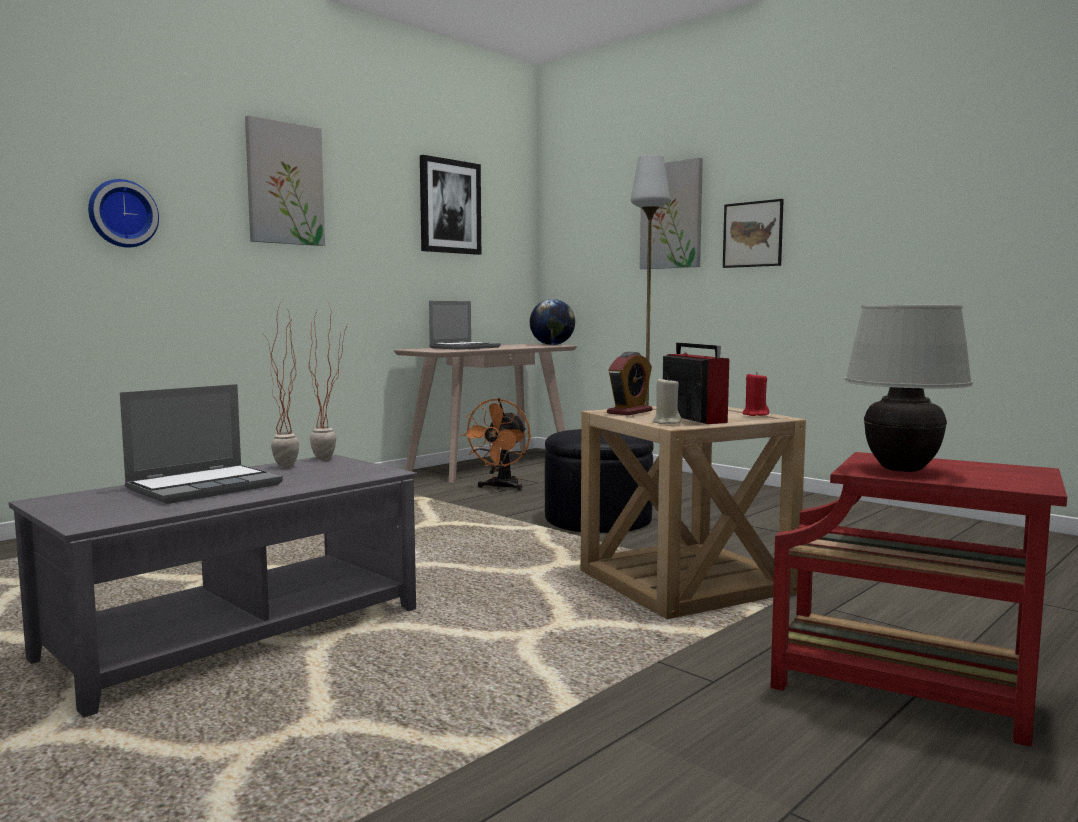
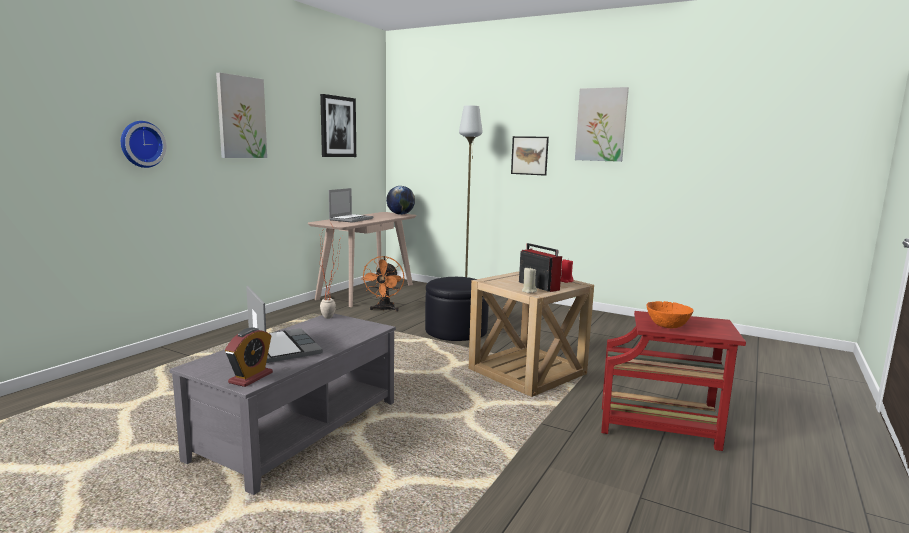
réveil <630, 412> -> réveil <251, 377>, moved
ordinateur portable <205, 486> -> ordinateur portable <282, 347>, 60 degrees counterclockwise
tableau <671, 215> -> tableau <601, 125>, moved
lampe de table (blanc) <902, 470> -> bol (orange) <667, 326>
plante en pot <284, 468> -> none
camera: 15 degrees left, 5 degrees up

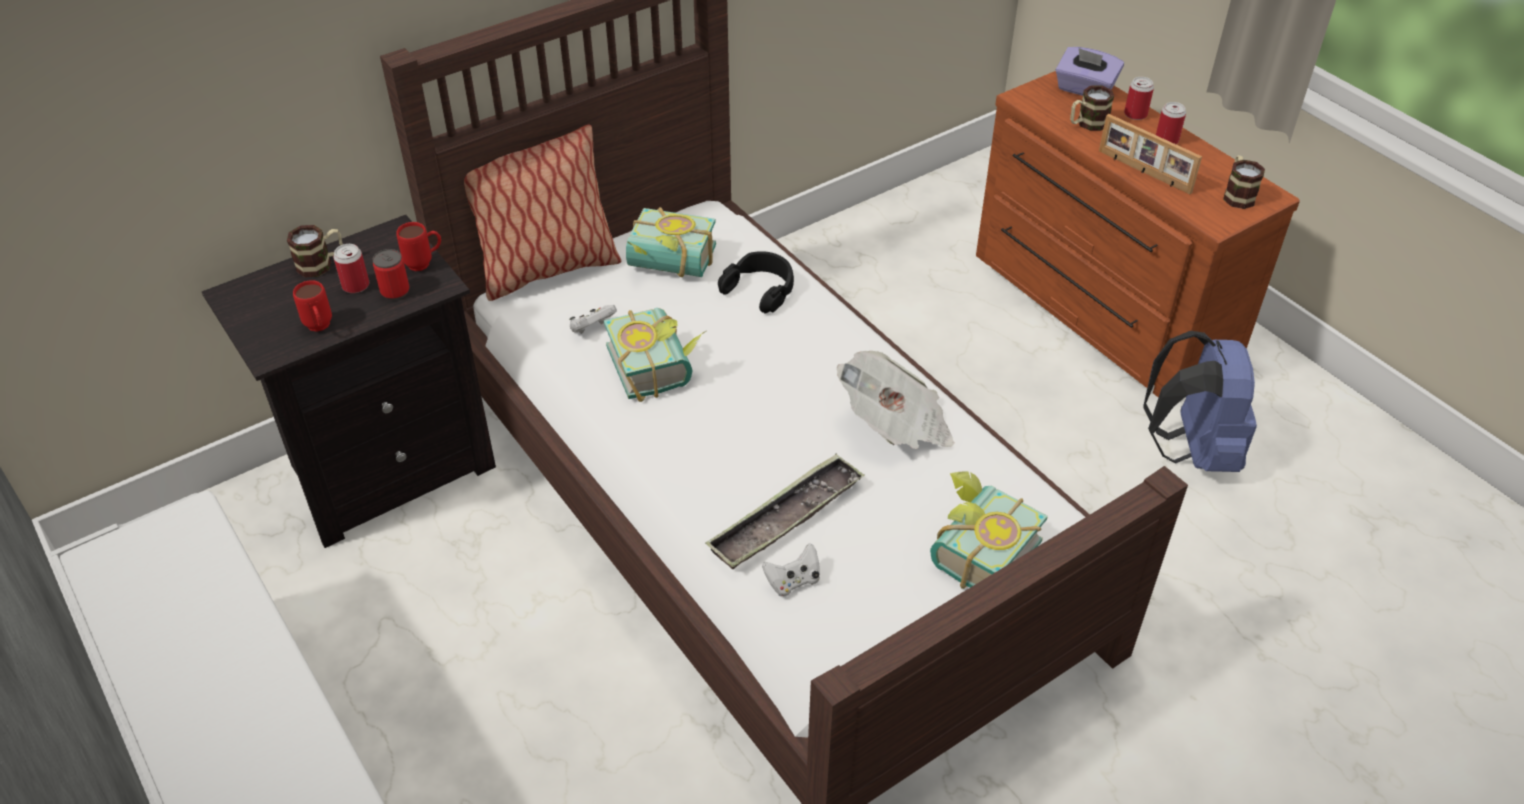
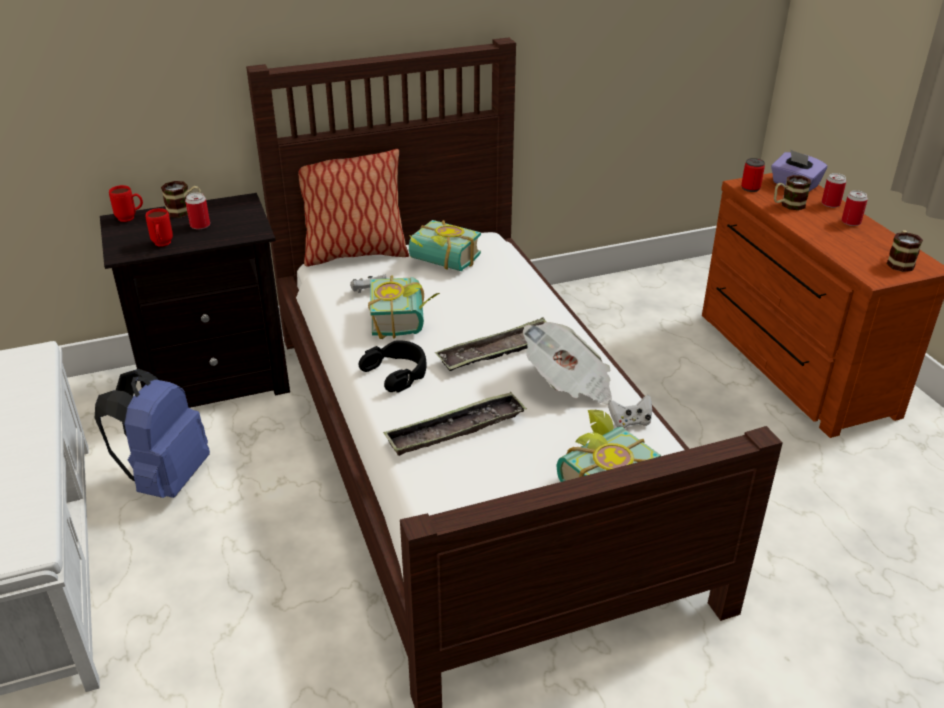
sac à dos (bleu) <1191, 450> -> sac à dos (bleu) <166, 479>, moved
mug (rouge) <425, 263> -> mug (rouge) <130, 218>, moved
casque audio (noir) <760, 289> -> casque audio (noir) <397, 372>, moved
none -> plateau <498, 351>
manette (blanc) <793, 581> -> manette (blanc) <630, 422>, moved
boîte métallique <395, 291> -> boîte métallique <750, 188>, moved
cadre photo <1143, 172> -> none
camera: 15 degrees right, 10 degrees down

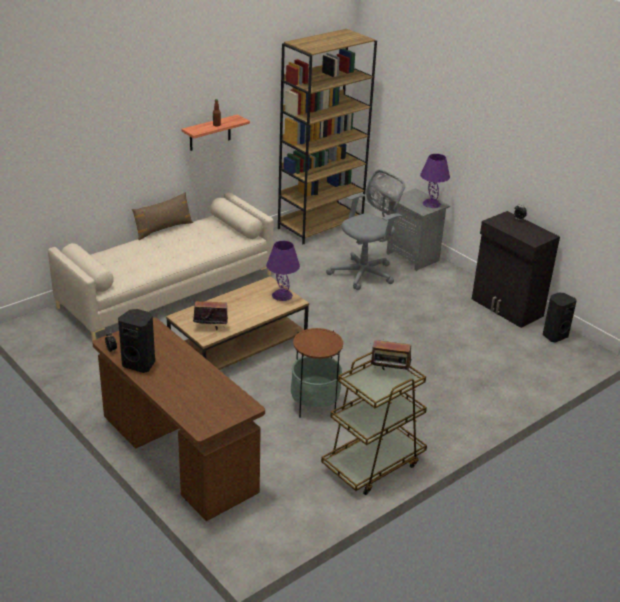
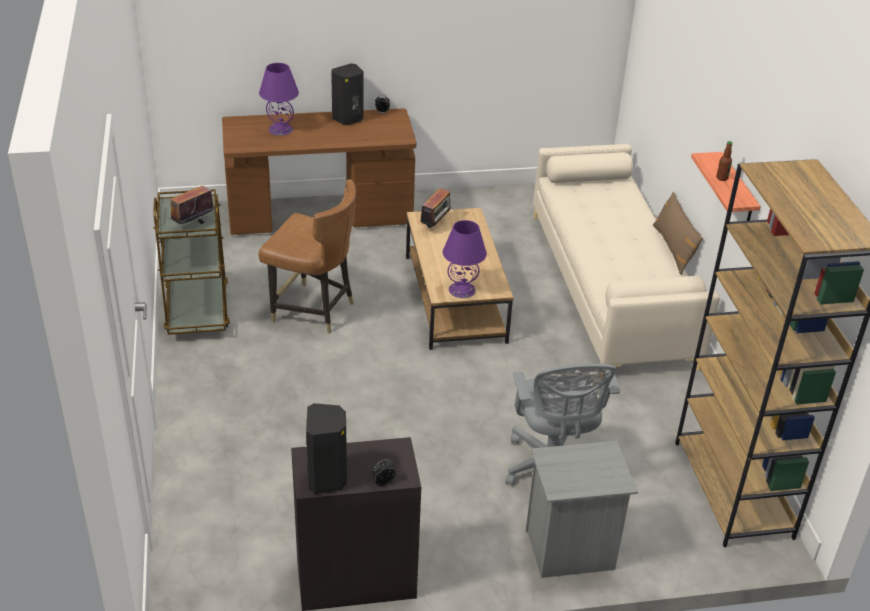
table d'appoint <314, 405> -> chaise (marron) <313, 310>
lampe de table (violet) <432, 204> -> lampe de table (violet) <280, 129>, moved
enceinte (noir) <554, 335> -> enceinte (noir) <328, 478>, moved
camera: 120 degrees right, 5 degrees up

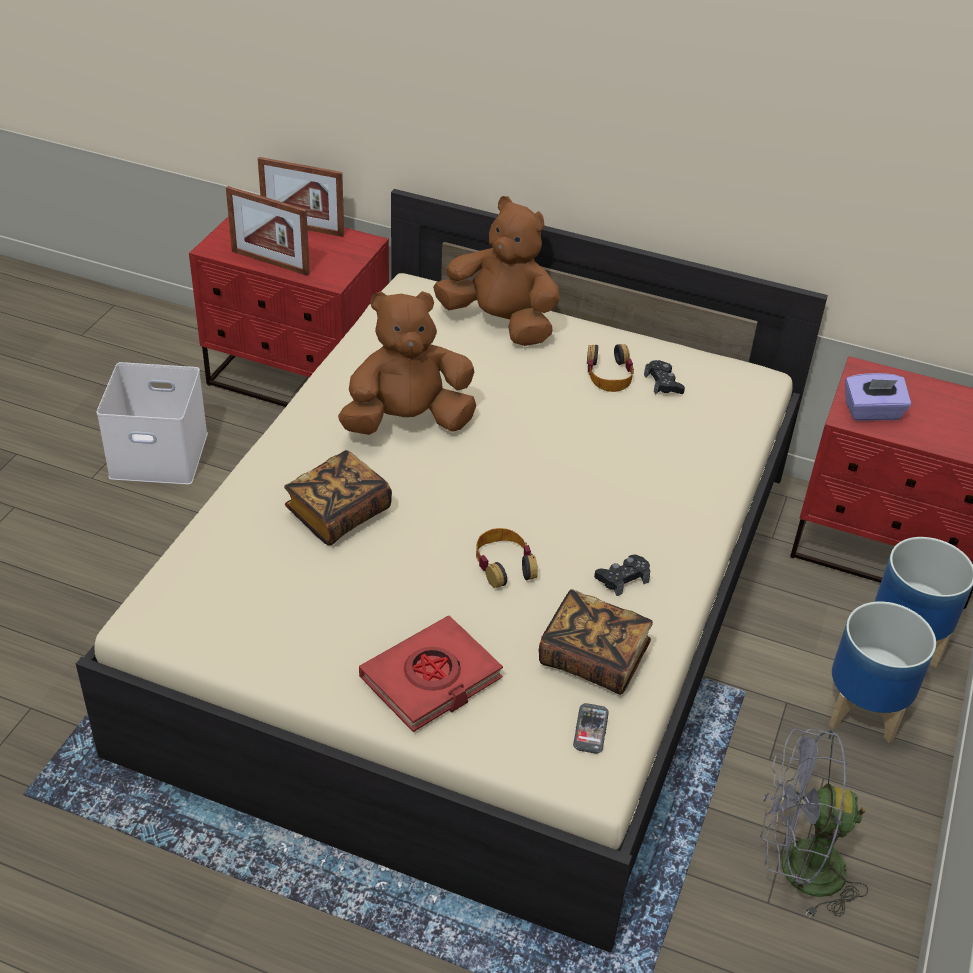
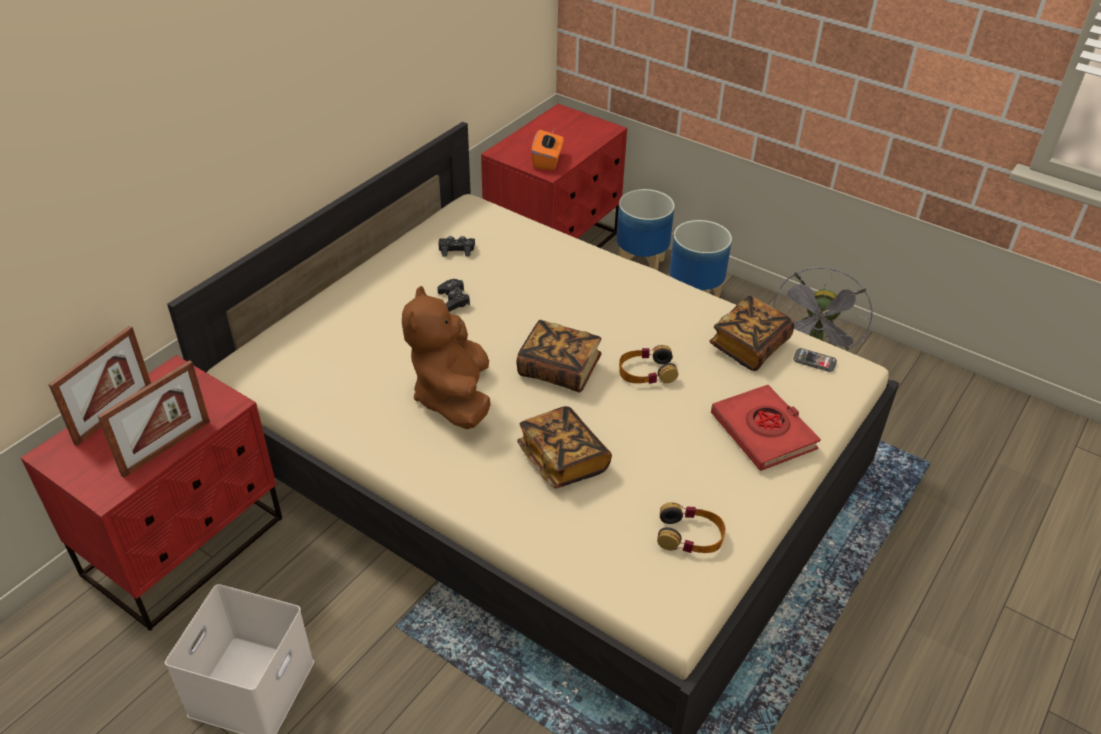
manette (noir) <622, 578> -> manette (noir) <453, 300>, moved
none -> livre <559, 370>
boîte à mouchoirs (violet) <872, 412> -> boîte à mouchoirs (orange) <547, 161>
casque audio <609, 374> -> casque audio <690, 536>, moved
peluche (marron) <500, 323> -> none
camera: 75 degrees left, 0 degrees up

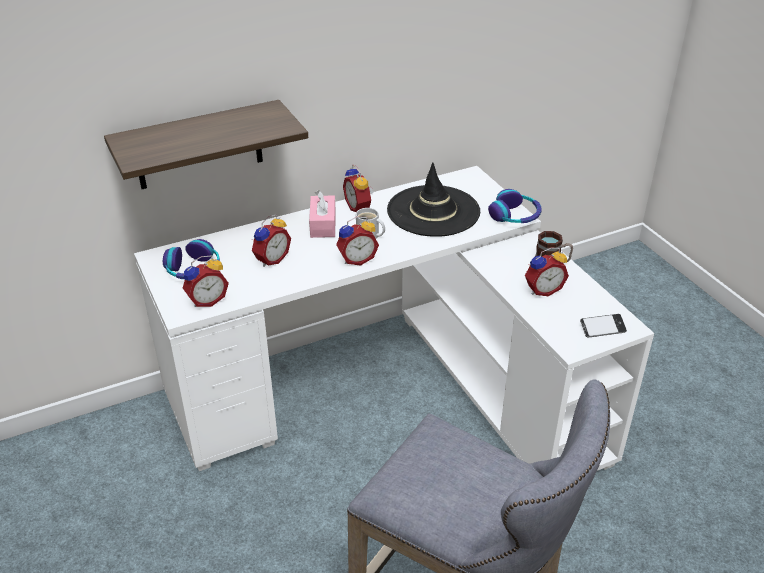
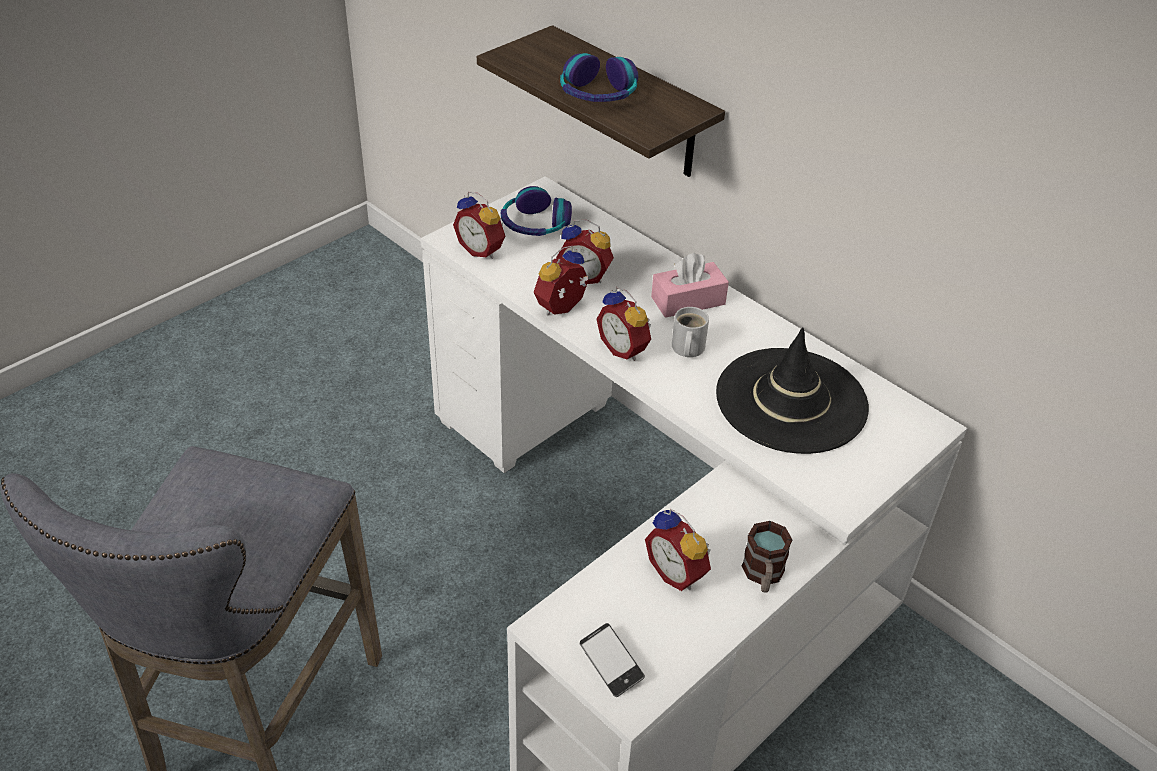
réveil <359, 208> -> réveil <563, 309>, moved
casque audio <515, 216> -> casque audio <598, 94>, moved
camera: 70 degrees right, 5 degrees up

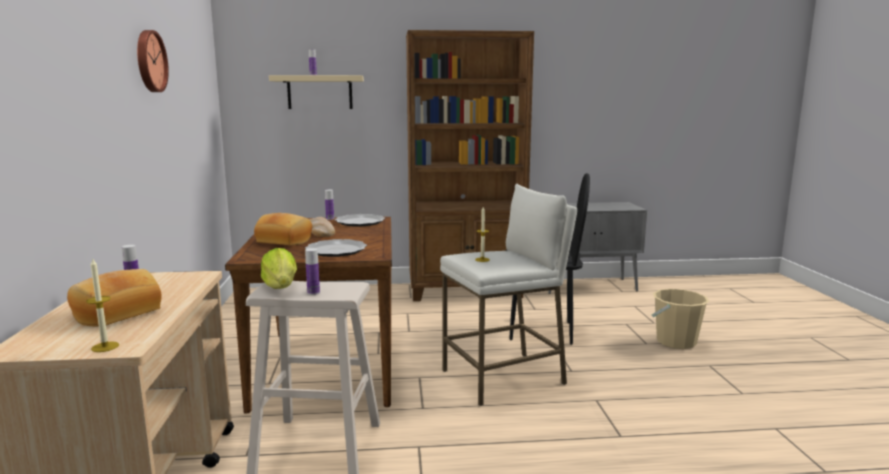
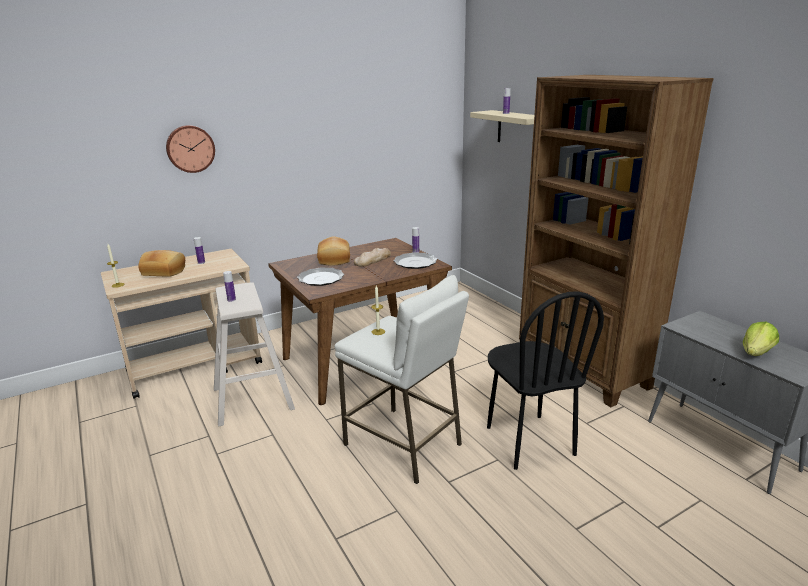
horloge murale <149, 61> -> horloge murale <190, 148>, moved
laitue <281, 287> -> laitue <756, 353>, moved
seau (beige) <676, 342> -> none
camera: 65 degrees right, 10 degrees up

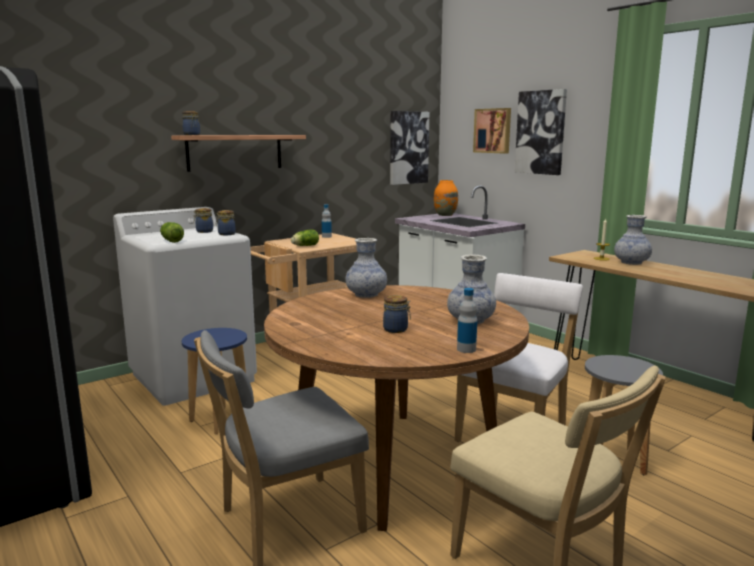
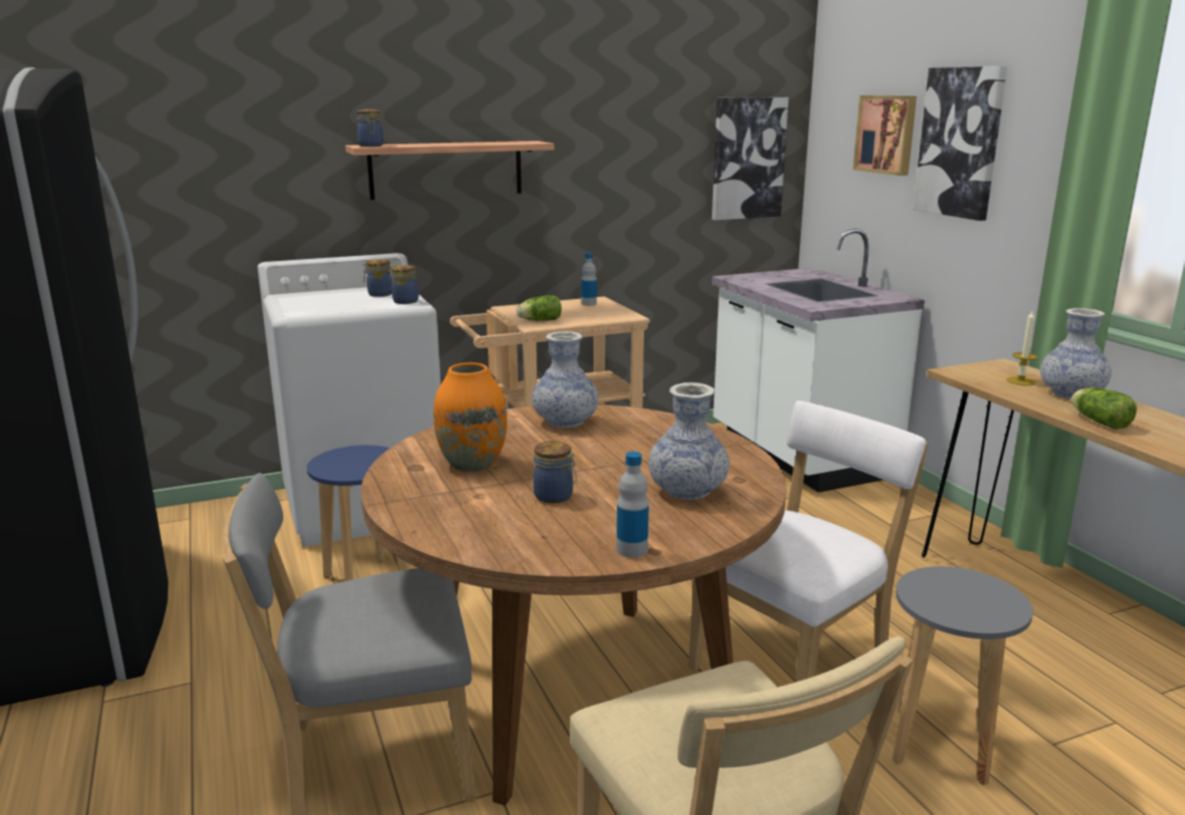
vase (orange) <445, 215> -> vase (orange) <471, 464>, moved
laitue <171, 240> -> laitue <1098, 421>, moved
camera: 15 degrees right, 5 degrees up

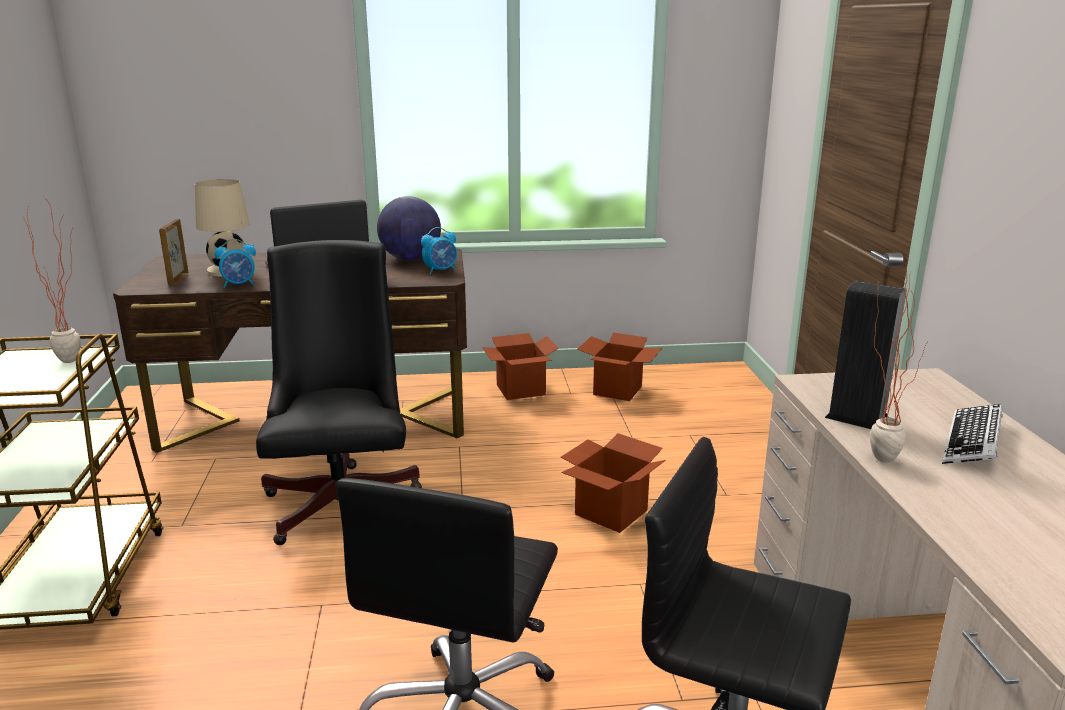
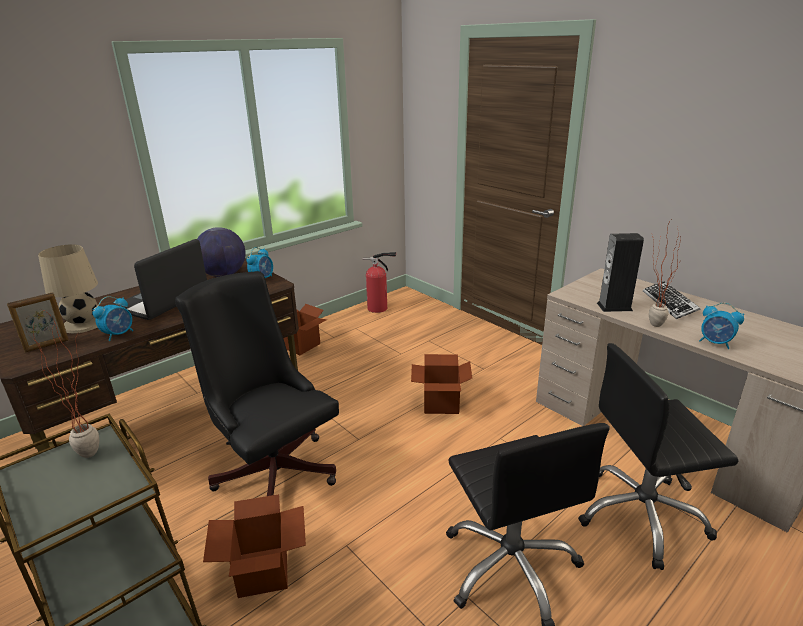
cadre photo <178, 279> -> cadre photo <47, 345>, 90 degrees counterclockwise
carton <617, 390> -> carton <263, 571>, moved
none -> extincteur <379, 308>
none -> réveil <715, 343>
camera: 35 degrees left, 5 degrees up

